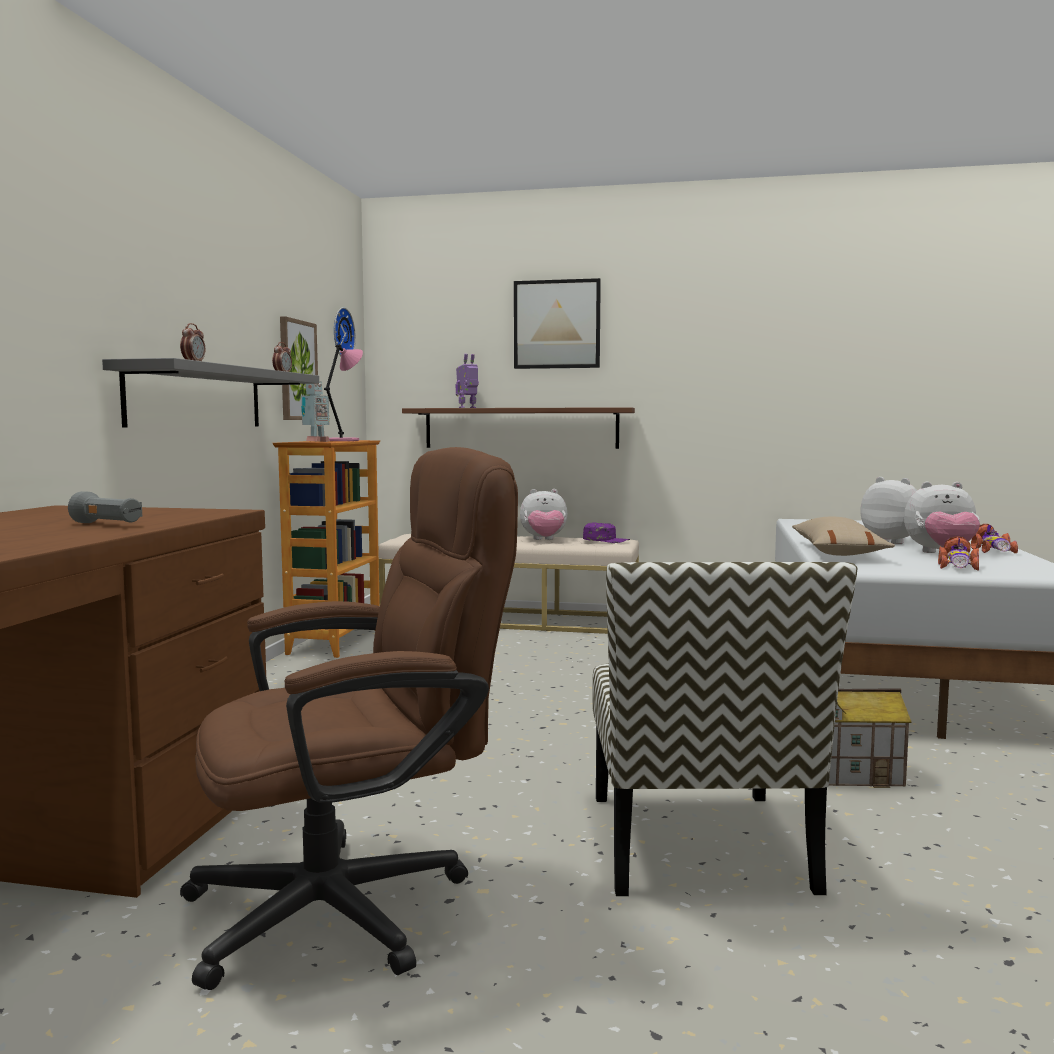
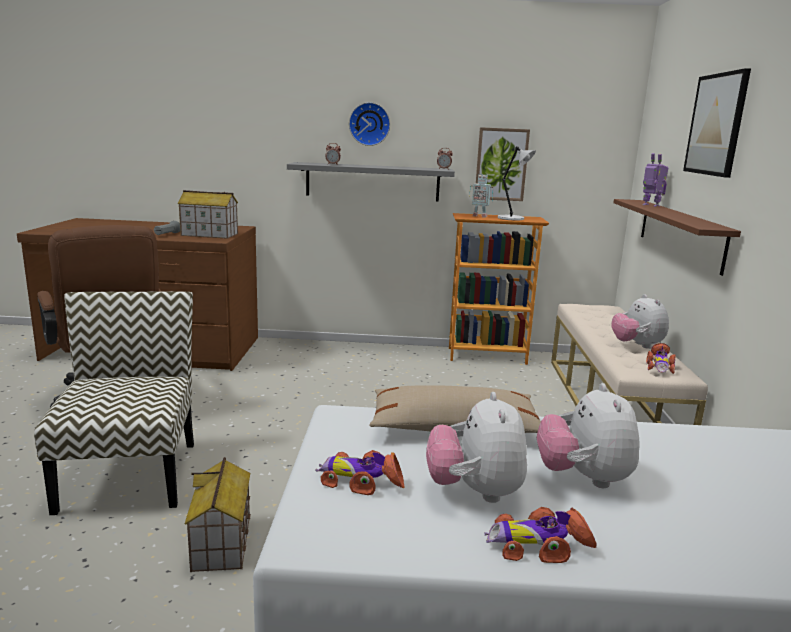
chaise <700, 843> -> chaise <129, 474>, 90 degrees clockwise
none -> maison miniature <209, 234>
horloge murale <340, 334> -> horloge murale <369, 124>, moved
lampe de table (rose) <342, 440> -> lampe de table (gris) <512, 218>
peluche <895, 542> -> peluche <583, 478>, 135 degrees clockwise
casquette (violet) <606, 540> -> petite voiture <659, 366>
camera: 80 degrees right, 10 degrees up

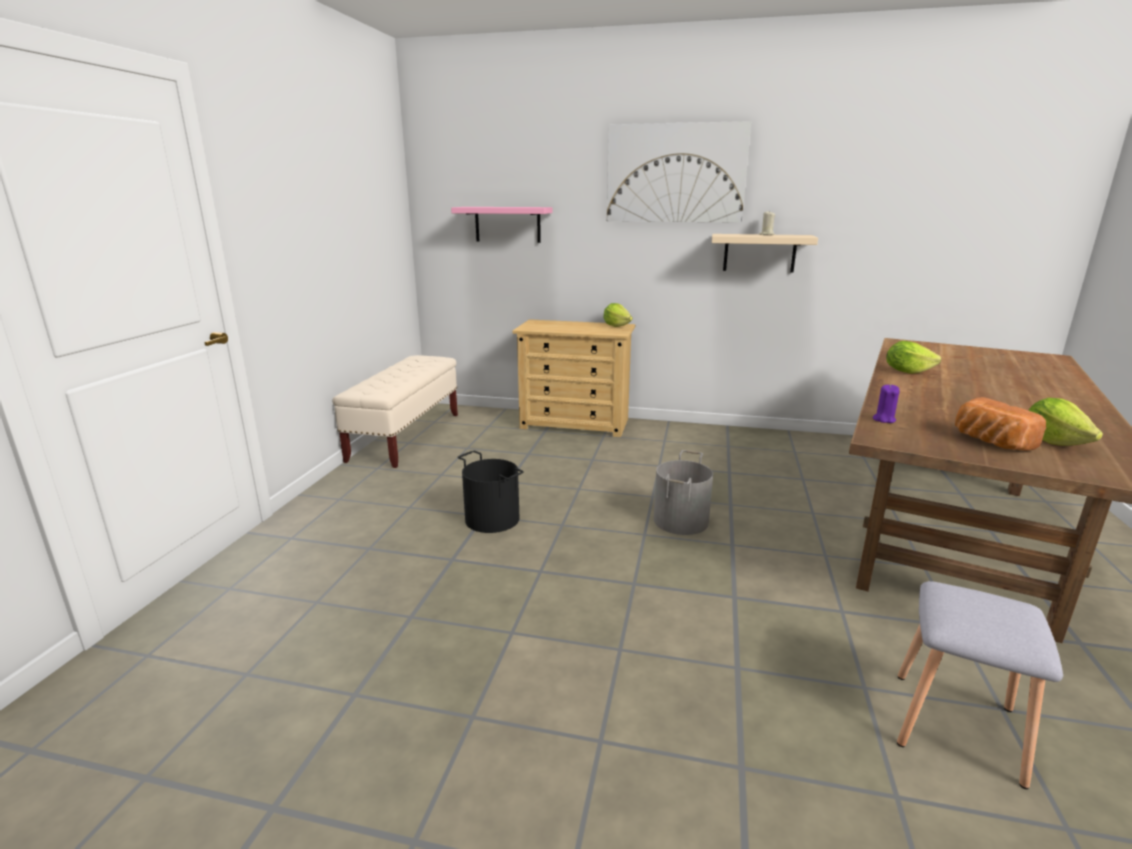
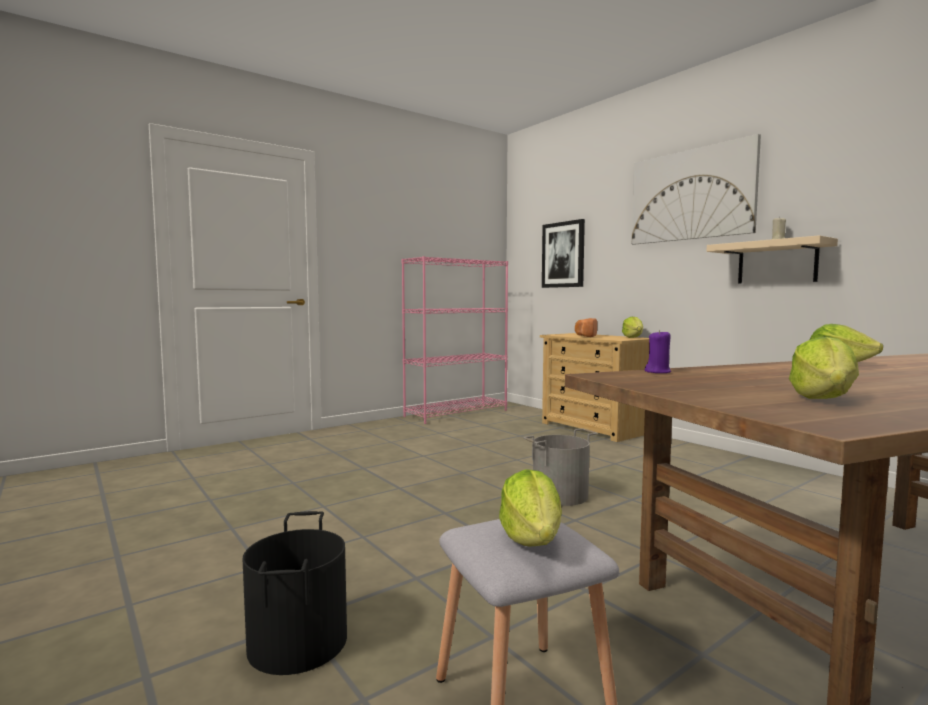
seau (noir) <493, 518> -> seau (noir) <299, 641>, moved
banc (beige) <406, 437> -> bibliothèque (rose) <456, 413>
none -> laitue <532, 539>
étagère (rose) <507, 224> -> tableau <563, 255>
pain <989, 442> -> pain <585, 336>, moved
camera: 40 degrees right, 15 degrees down

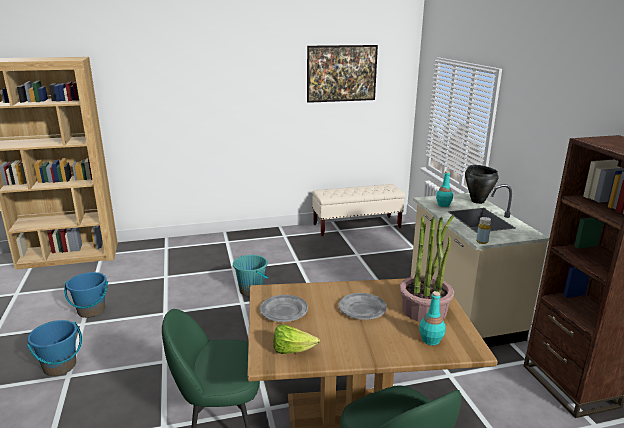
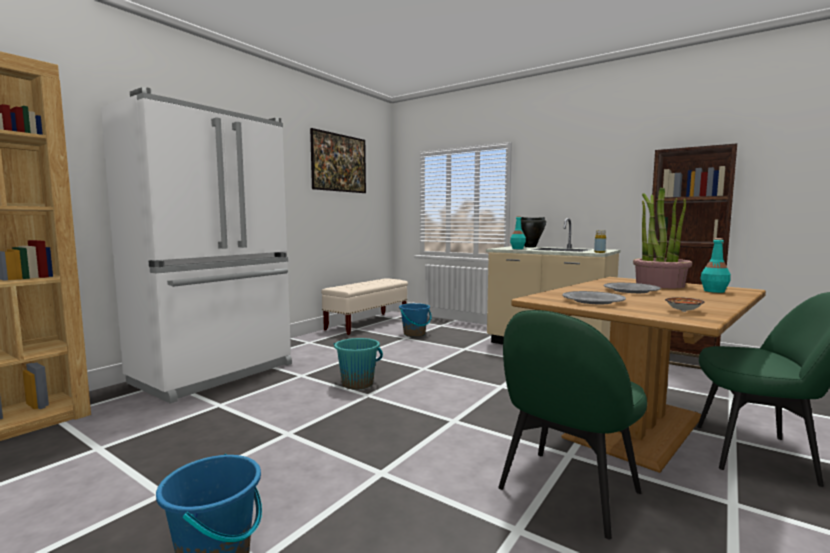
none -> réfrigérateur (blanc) <216, 374>
seau (bleu) <91, 311> -> seau (bleu) <414, 334>, moved
laitue <292, 350> -> bol <682, 311>
camera: 40 degrees left, 15 degrees down

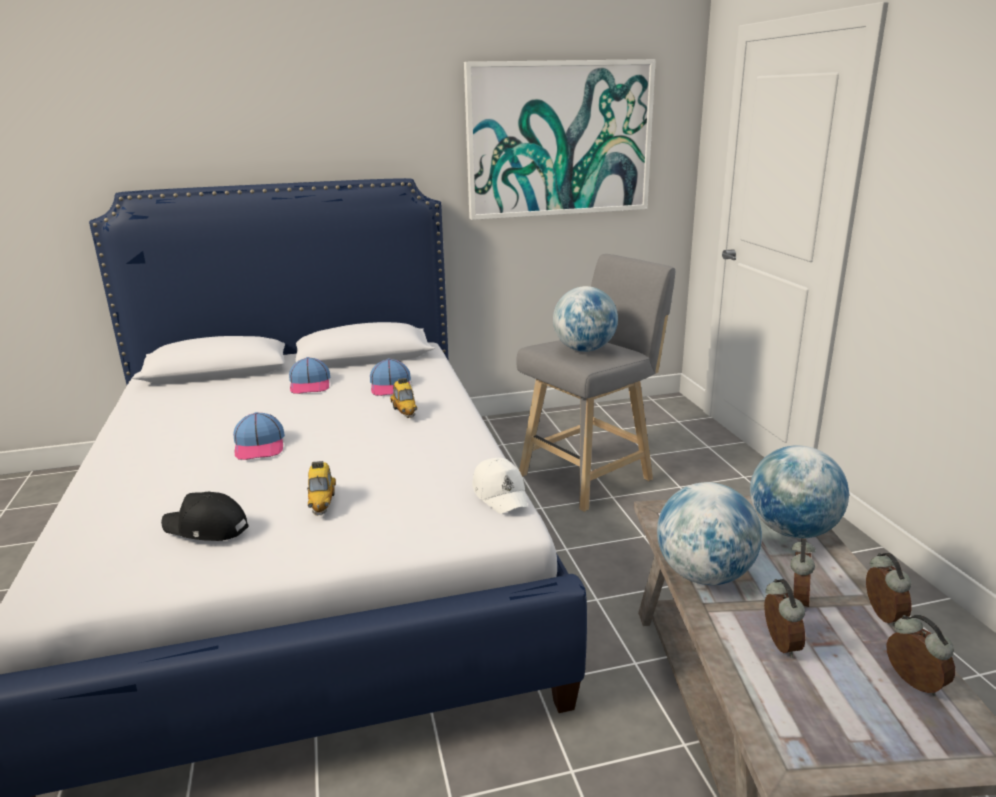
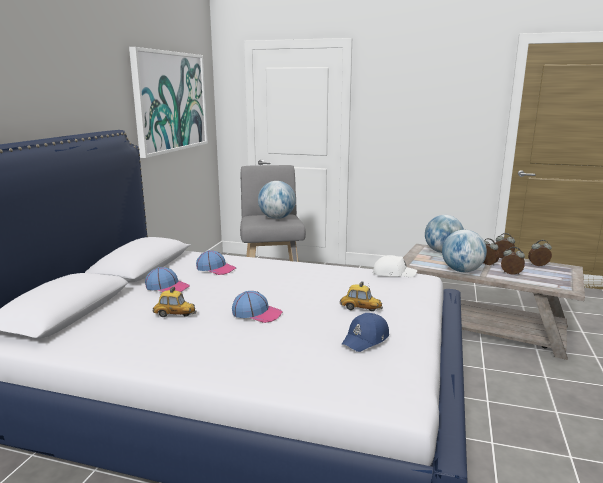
petite voiture <404, 412> -> petite voiture <174, 315>, moved
casquette (noir) <206, 528> -> casquette (bleu) <366, 339>
camera: 60 degrees left, 5 degrees down

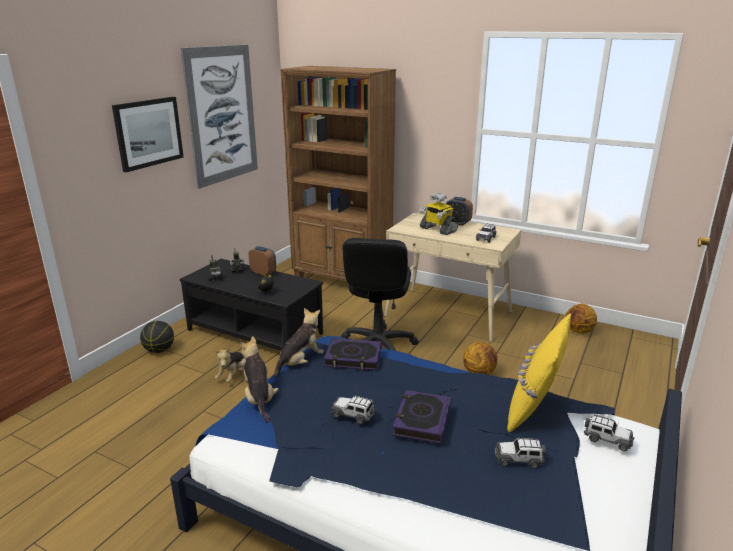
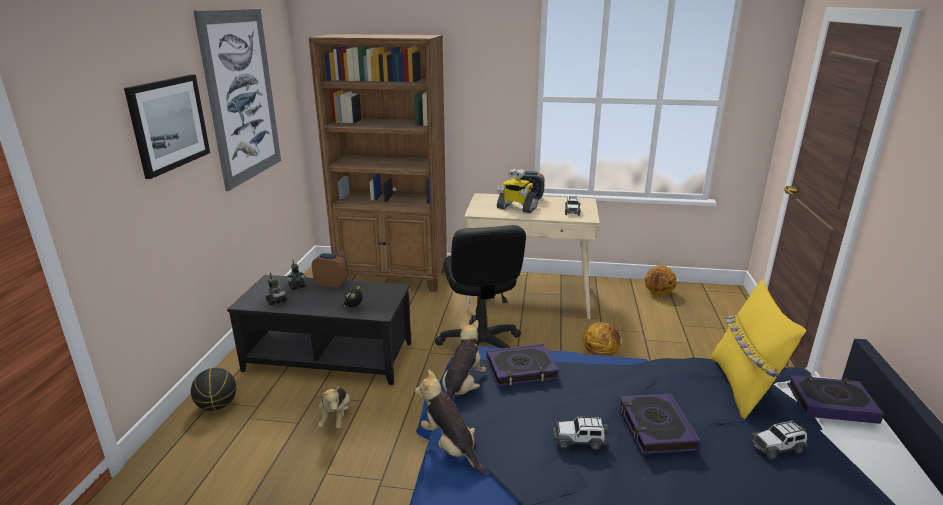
petite voiture <607, 439> -> livre <831, 403>
camera: 20 degrees left, 0 degrees up

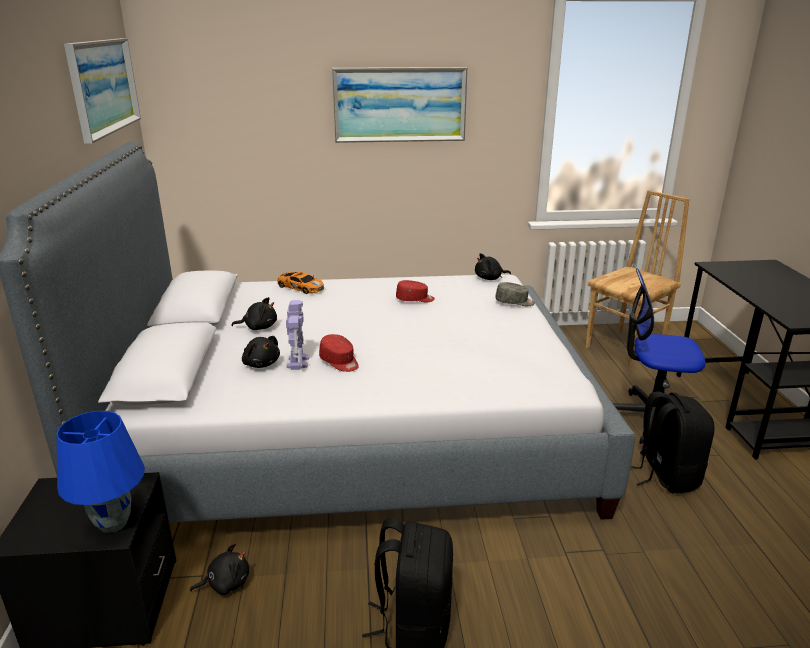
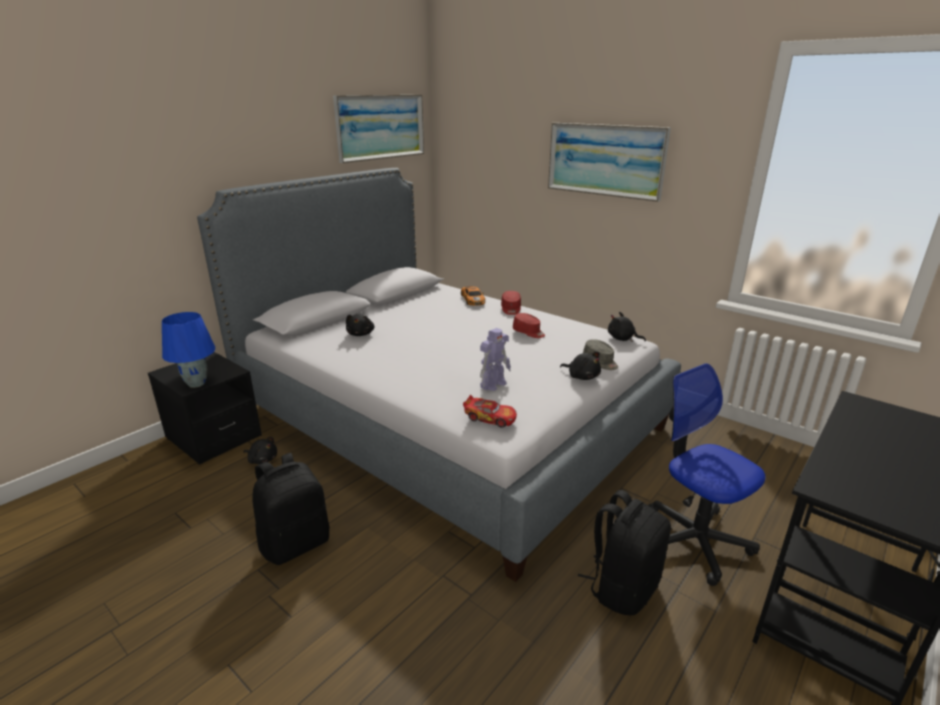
none -> petite voiture <490, 418>
robot jouet <298, 362> -> robot jouet <494, 384>, moved
casquette (rouge) <339, 362> -> casquette (rouge) <511, 309>, moved
peluche (noir) <259, 327> -> peluche (noir) <582, 376>, moved
chaise (marron) <626, 348> -> none
camera: 45 degrees right, 0 degrees up

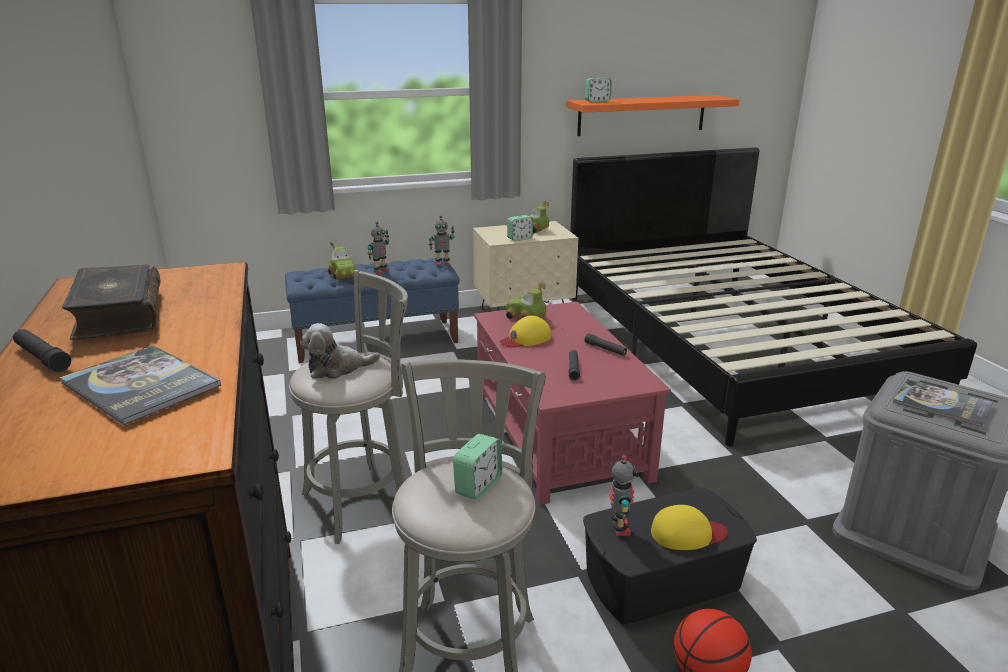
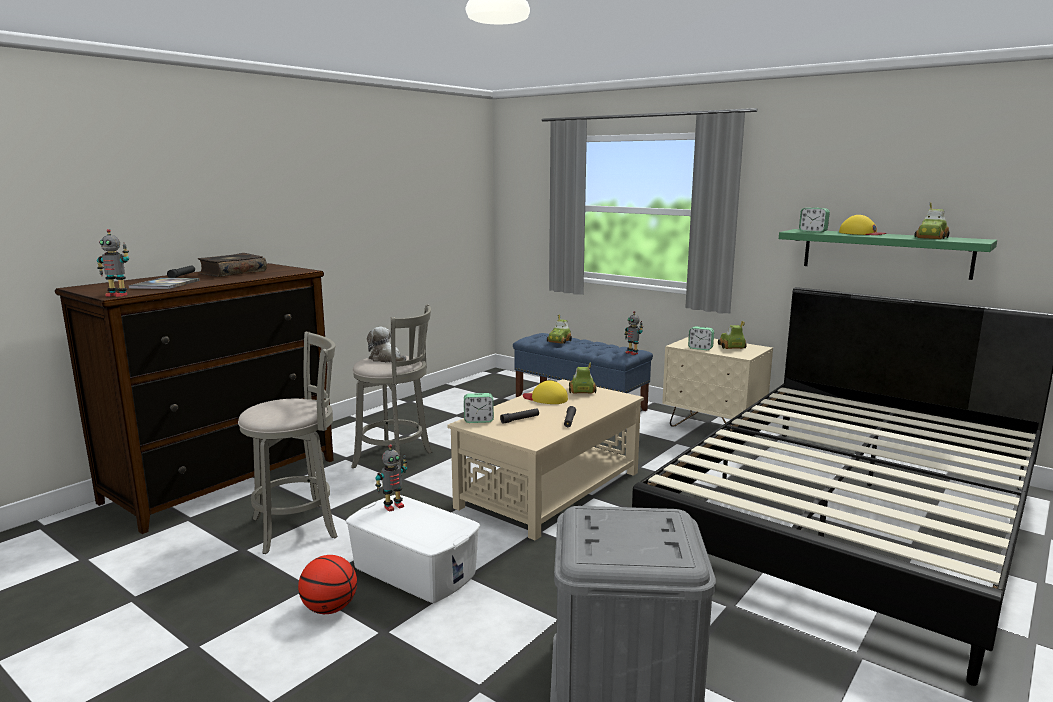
robot jouet <380, 271> -> robot jouet <117, 295>, moved
boîte de rangement (noir) <661, 579> -> boîte de rangement (blanc) <415, 570>
table basse (rouge) <558, 434> -> table basse (beige) <549, 490>
réveil <478, 486> -> réveil <478, 420>, moved
étagère (orange) <642, 115> -> étagère (vert) <885, 253>
casquette (jaune) <687, 533> -> casquette (jaune) <861, 233>, moved
none -> petite voiture <931, 238>
livre <942, 404> -> none
camera: 55 degrees right, 10 degrees down

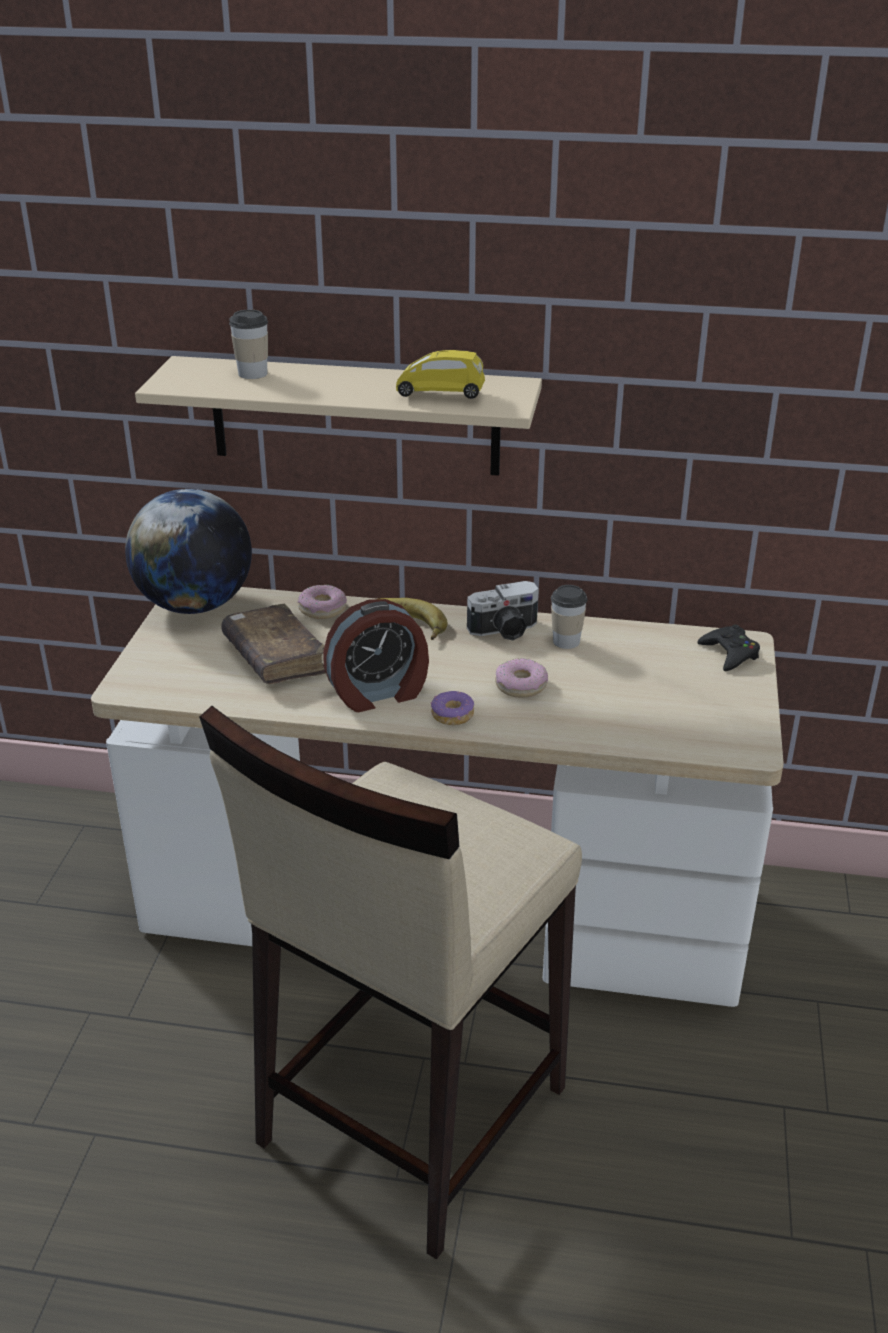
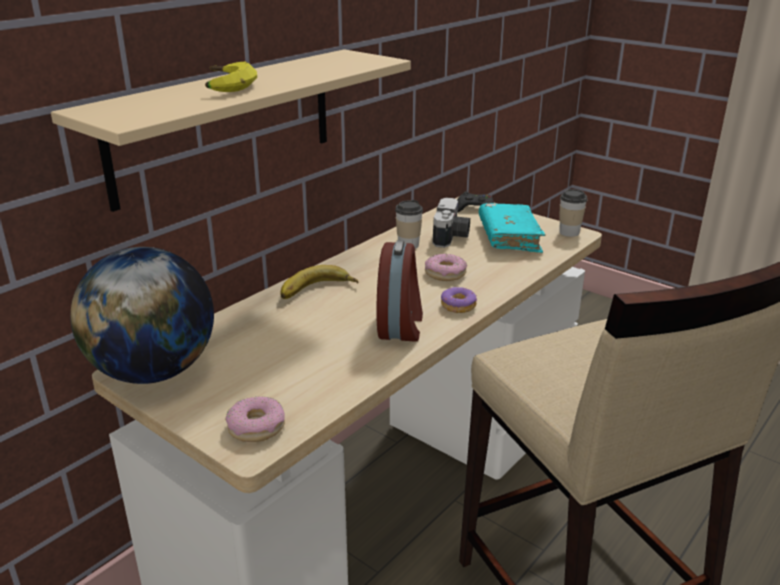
none -> banane <224, 86>
beignet <322, 609> -> beignet <256, 427>, moved
appareil photo <505, 631> -> appareil photo <451, 237>, moved
none -> livre (turquoise) <509, 237>
tasse <253, 373> -> tasse <569, 232>, moved
livre (marron) <275, 658> -> none
petite voiture (jaune) <441, 395> -> none
camera: 60 degrees left, 5 degrees down

